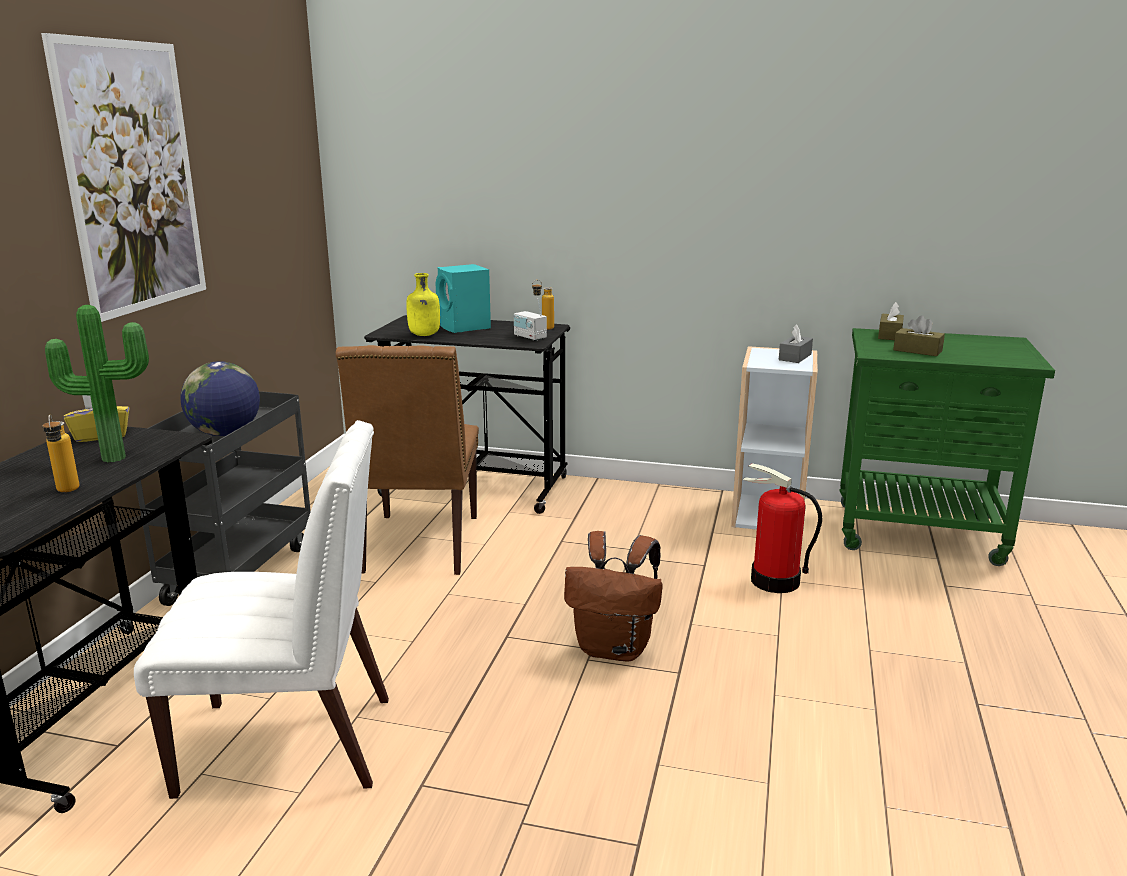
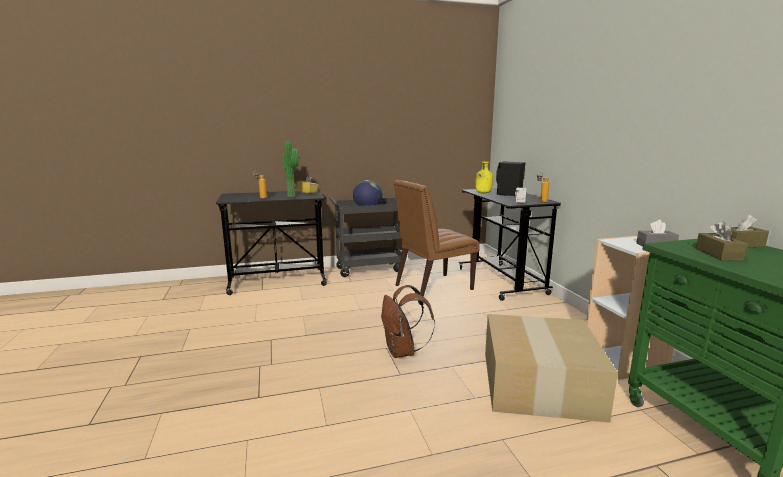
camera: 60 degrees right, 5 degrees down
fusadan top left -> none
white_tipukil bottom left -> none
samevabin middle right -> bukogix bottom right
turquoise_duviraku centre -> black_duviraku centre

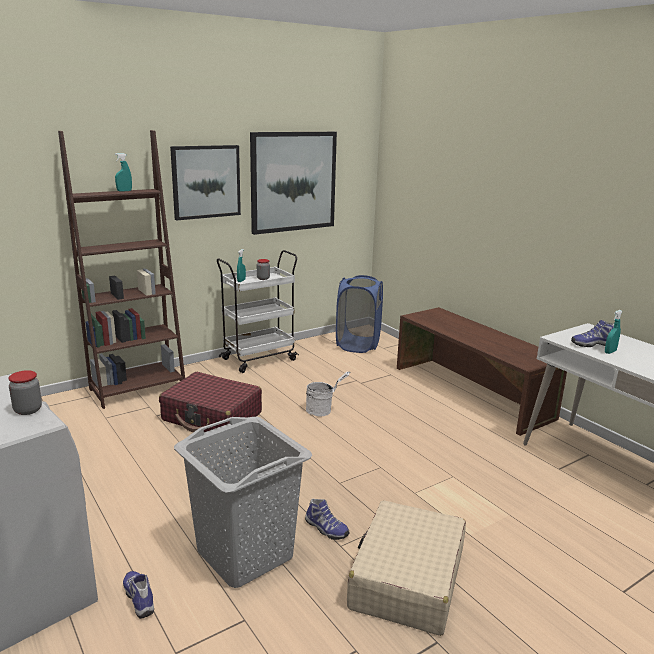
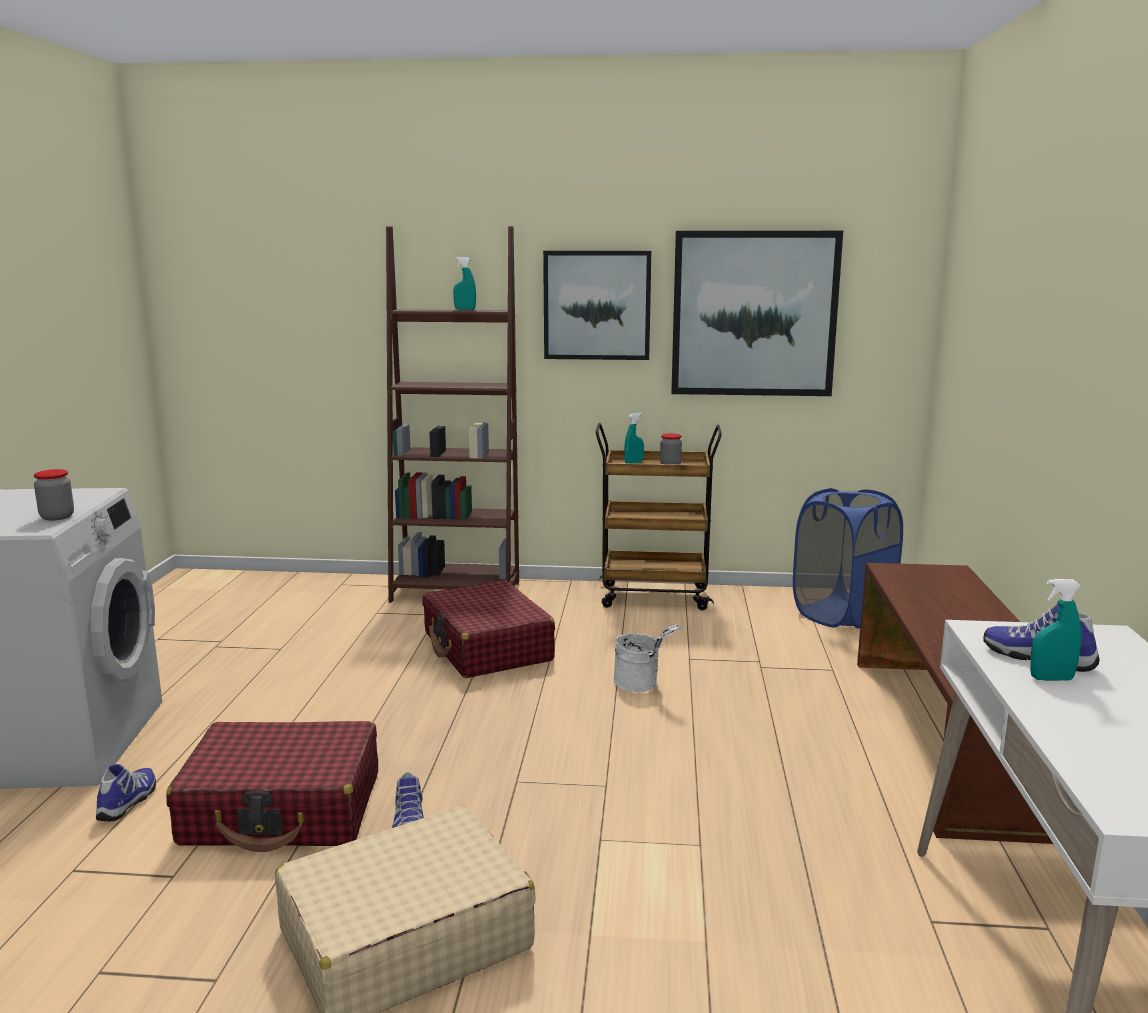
camera: 40 degrees right, 5 degrees down
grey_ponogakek bottom centre -> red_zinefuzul (no. 1 from left) bottom left
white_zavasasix centre -> brown_zavasasix centre

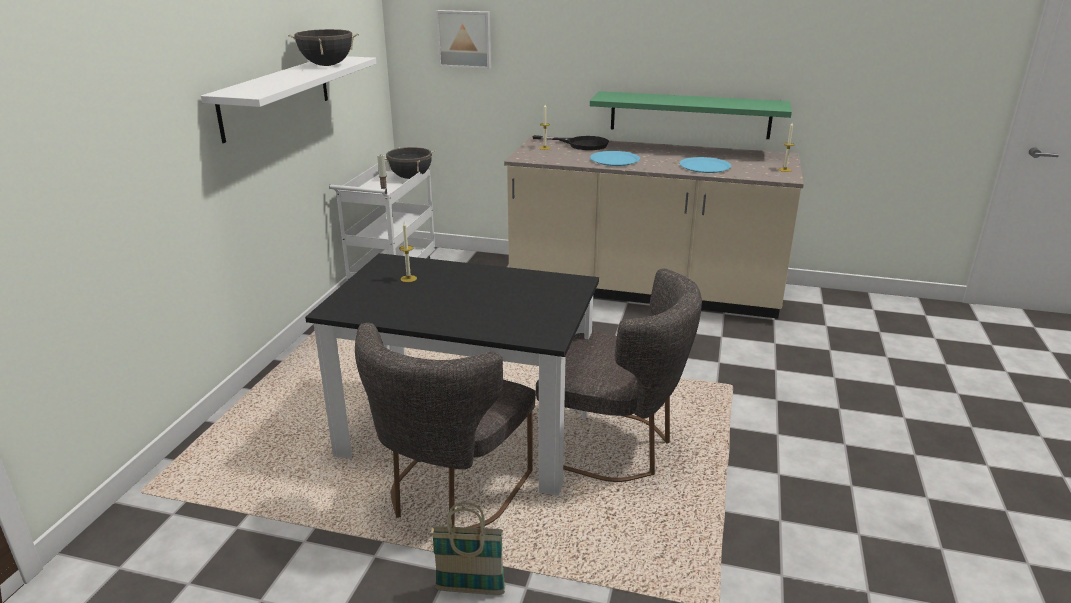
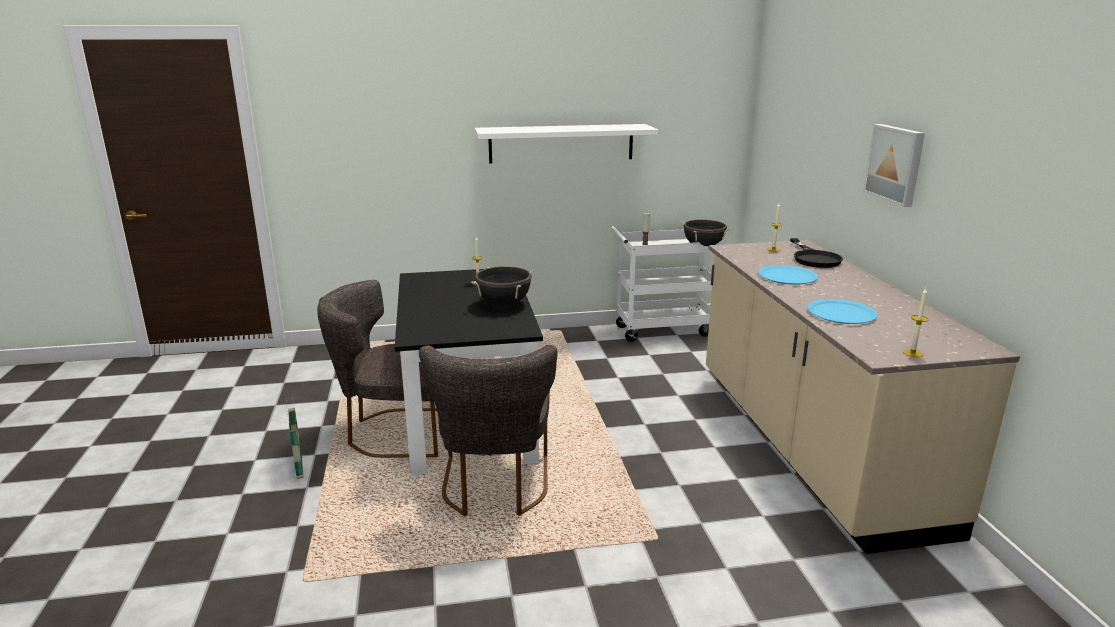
camera: 65 degrees right, 5 degrees down
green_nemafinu top centre -> none
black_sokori (no. 1 from left) top left -> black_sokori (no. 1 from left) centre, shifted
fusadan top centre -> fusadan top right, shifted

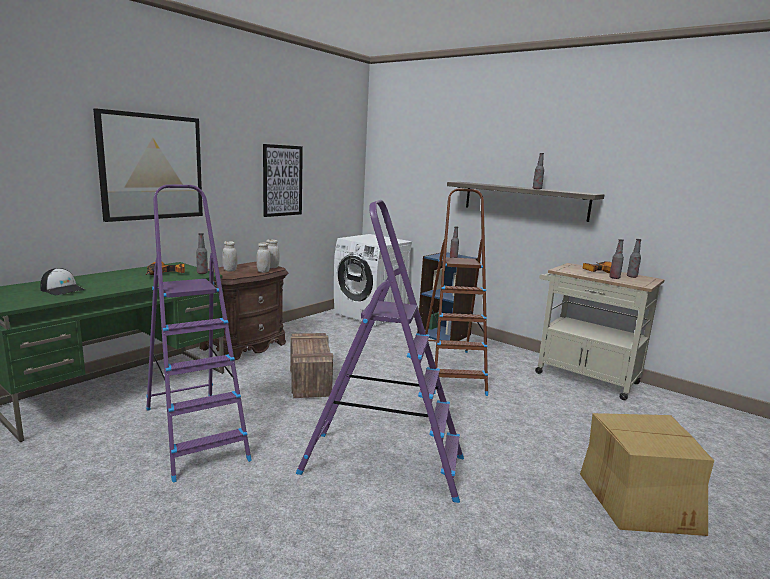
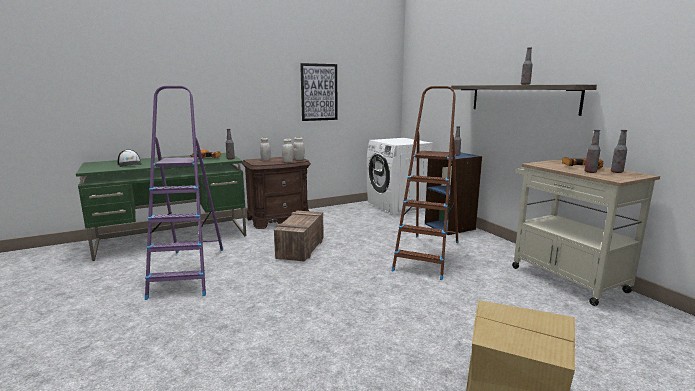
camera: 25 degrees right, 0 degrees up
fusadan (no. 1 from left) top left -> none
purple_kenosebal (no. 2 from left) centre -> none

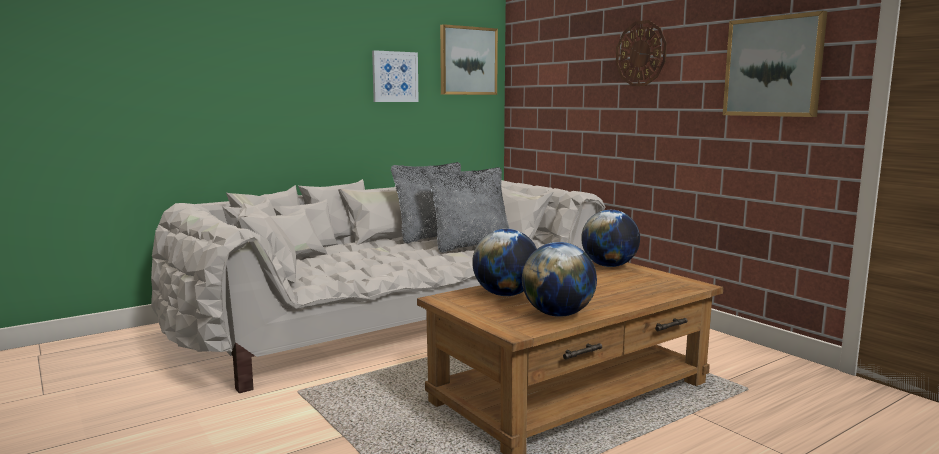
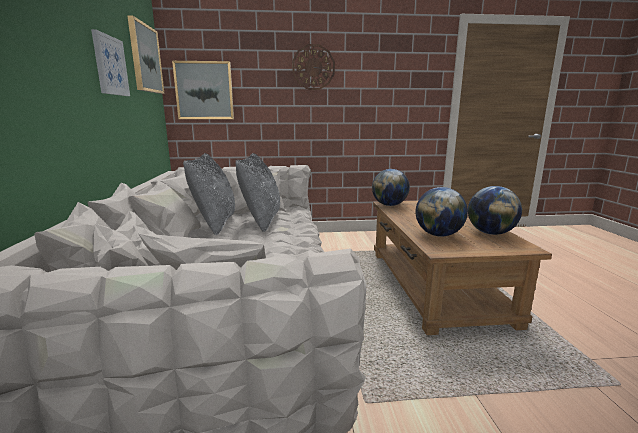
camera: 60 degrees left, 5 degrees up
fusadan (no. 3 from left) top right -> fusadan (no. 3 from left) top left, shifted

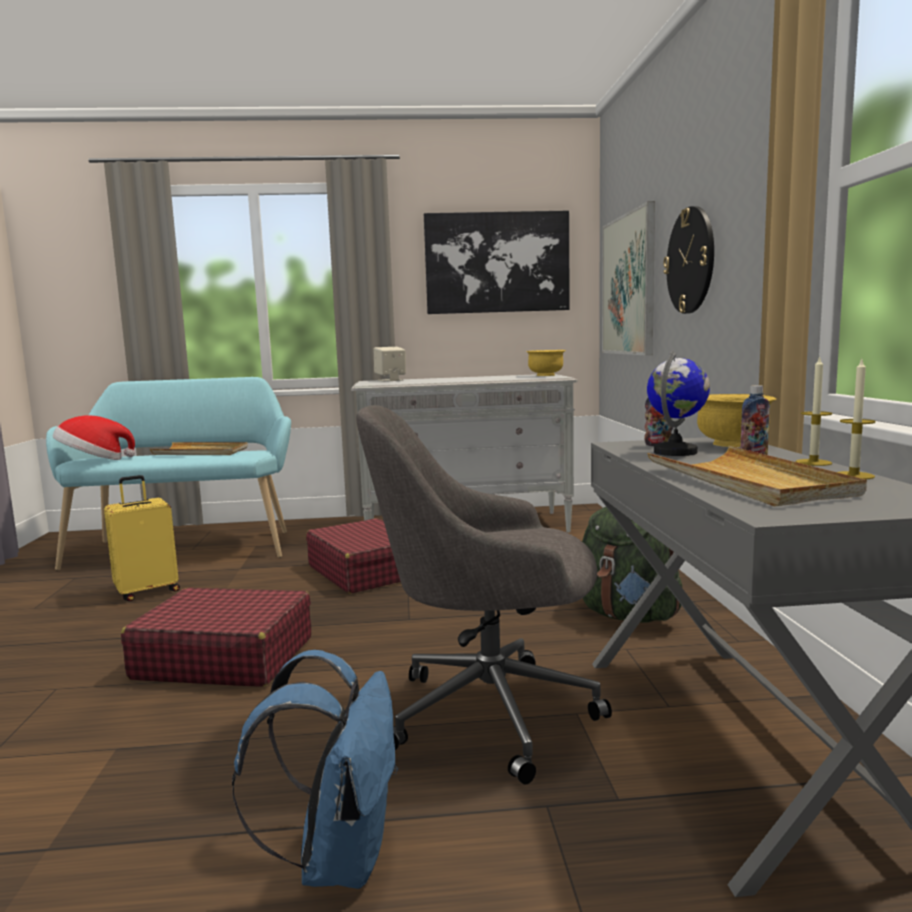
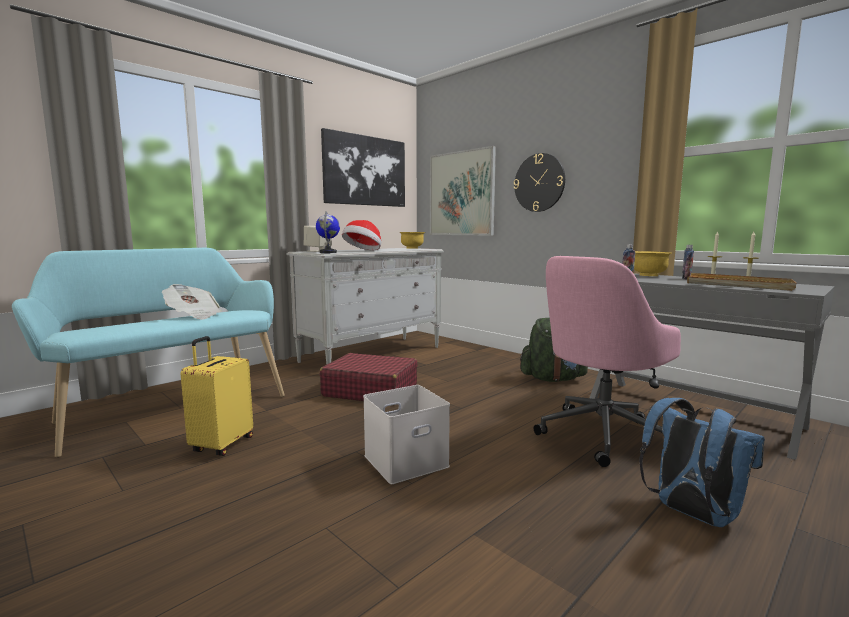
camera: 40 degrees left, 0 degrees up
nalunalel middle left -> nalunalel centre, shifted
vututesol middle right -> vututesol centre, shifted
red_zinefuzul (no. 1 from left) bottom left -> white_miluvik bottom centre
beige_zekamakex (no. 1 from left) middle left -> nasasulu middle left
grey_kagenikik centre -> pink_kagenikik middle right

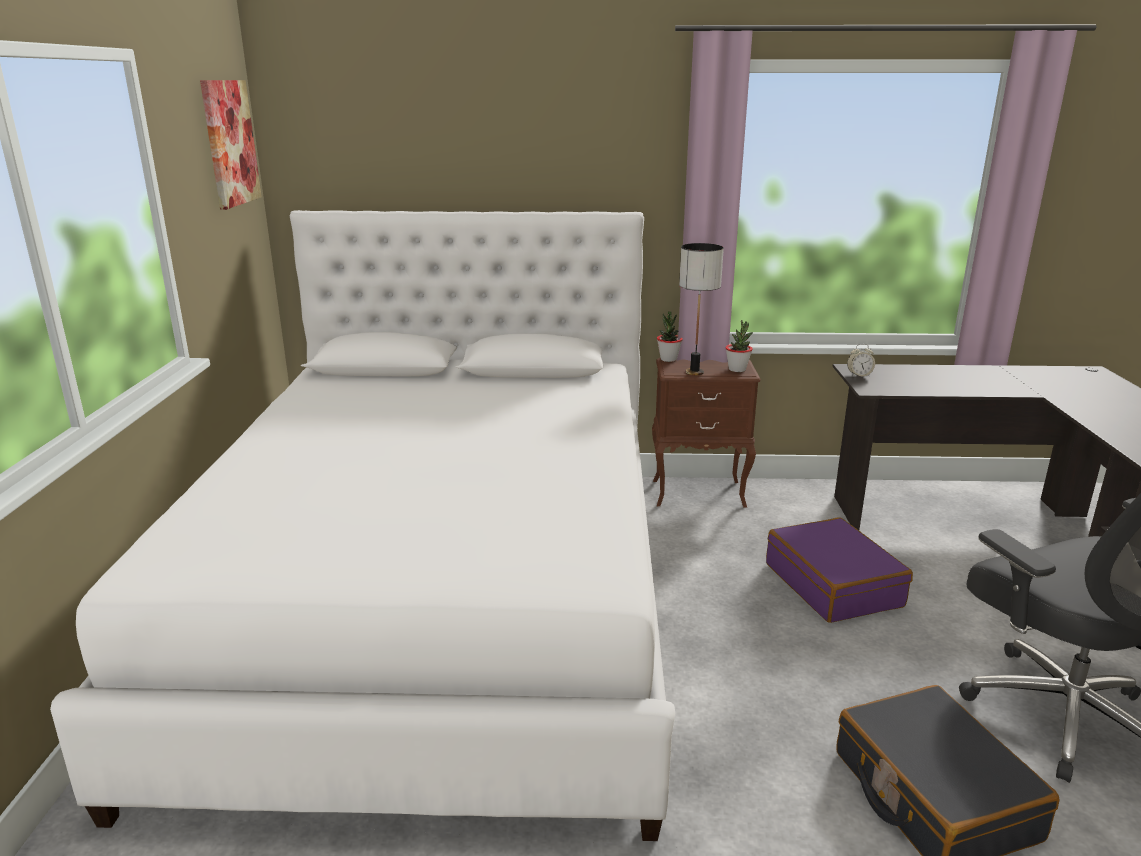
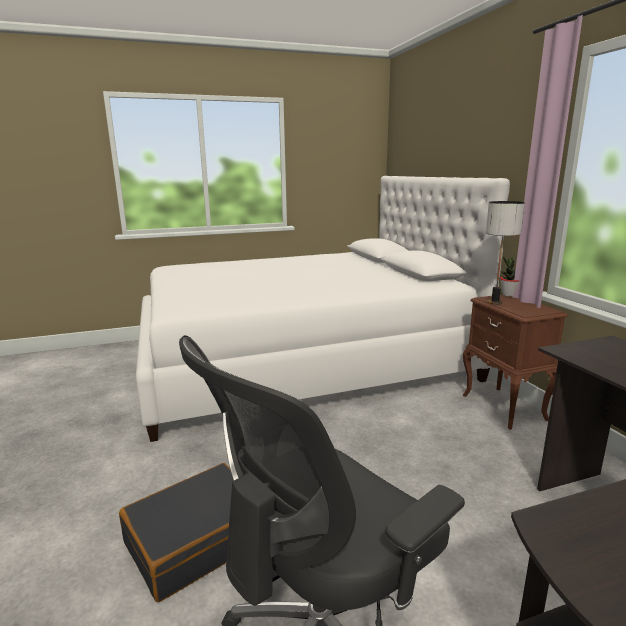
camera: 70 degrees right, 5 degrees down
fusadan top left -> none
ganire (no. 2 from left) centre -> none
purple_zinefuzul middle right -> none
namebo middle right -> none

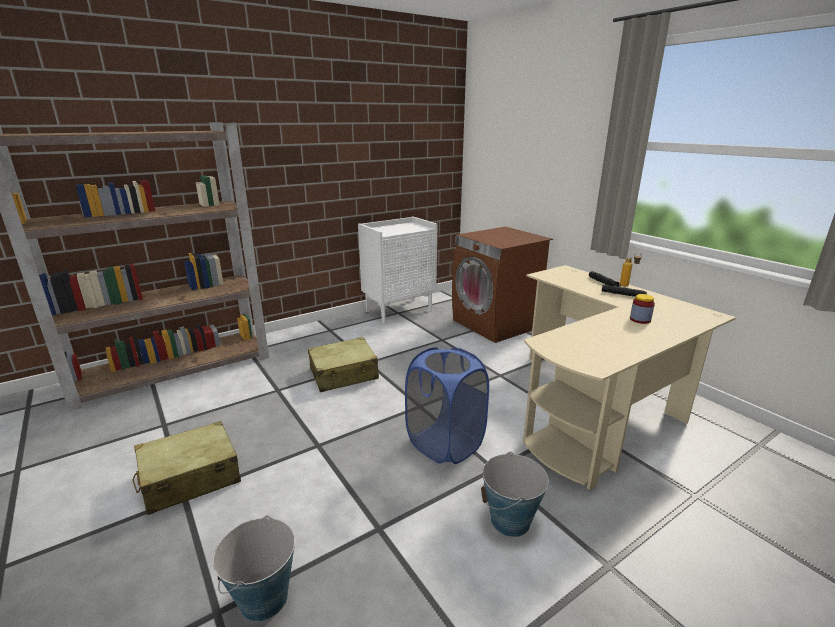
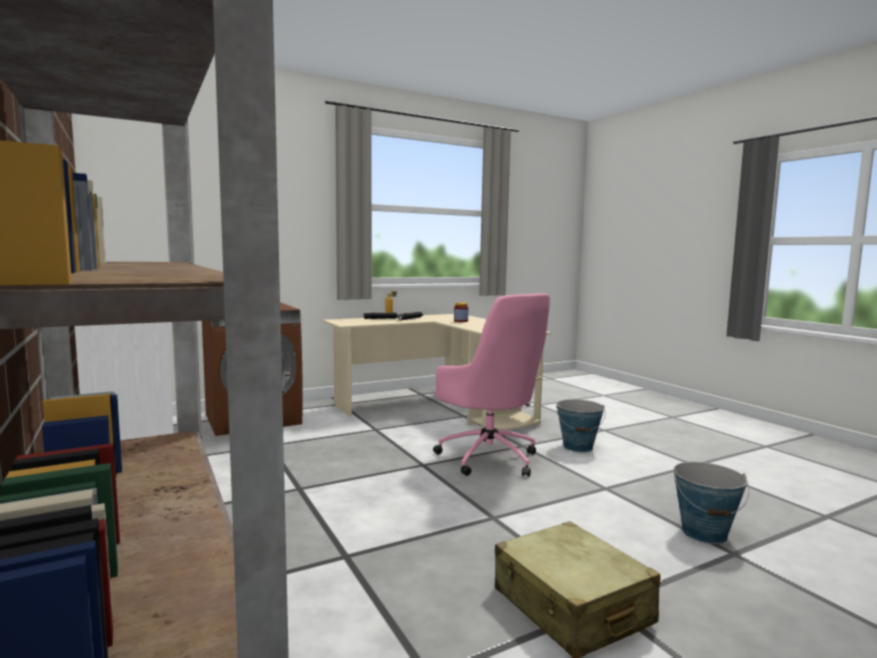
camera: 85 degrees left, 15 degrees down
beige_zinefuzul (no. 2 from left) centre -> none
blue_ponogakek centre -> pink_kagenikik centre

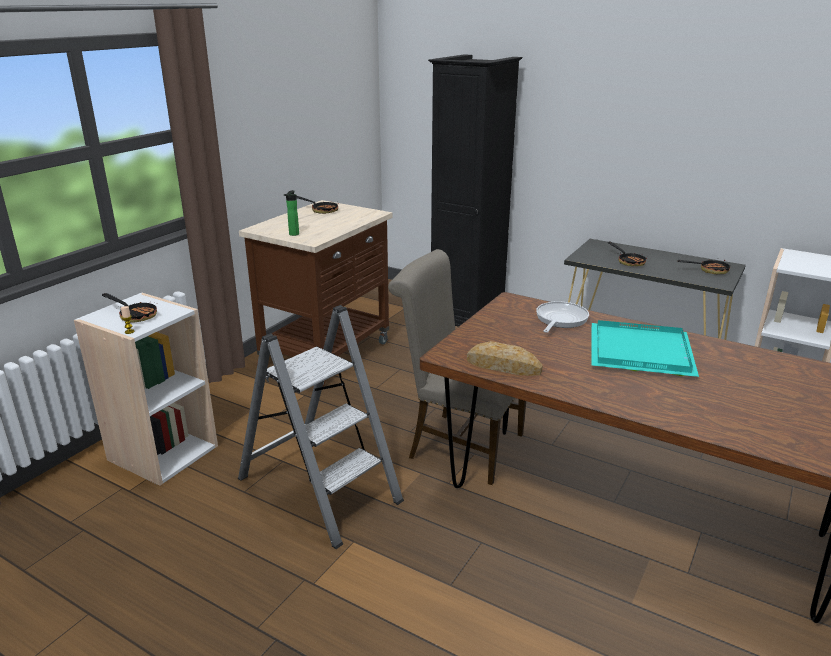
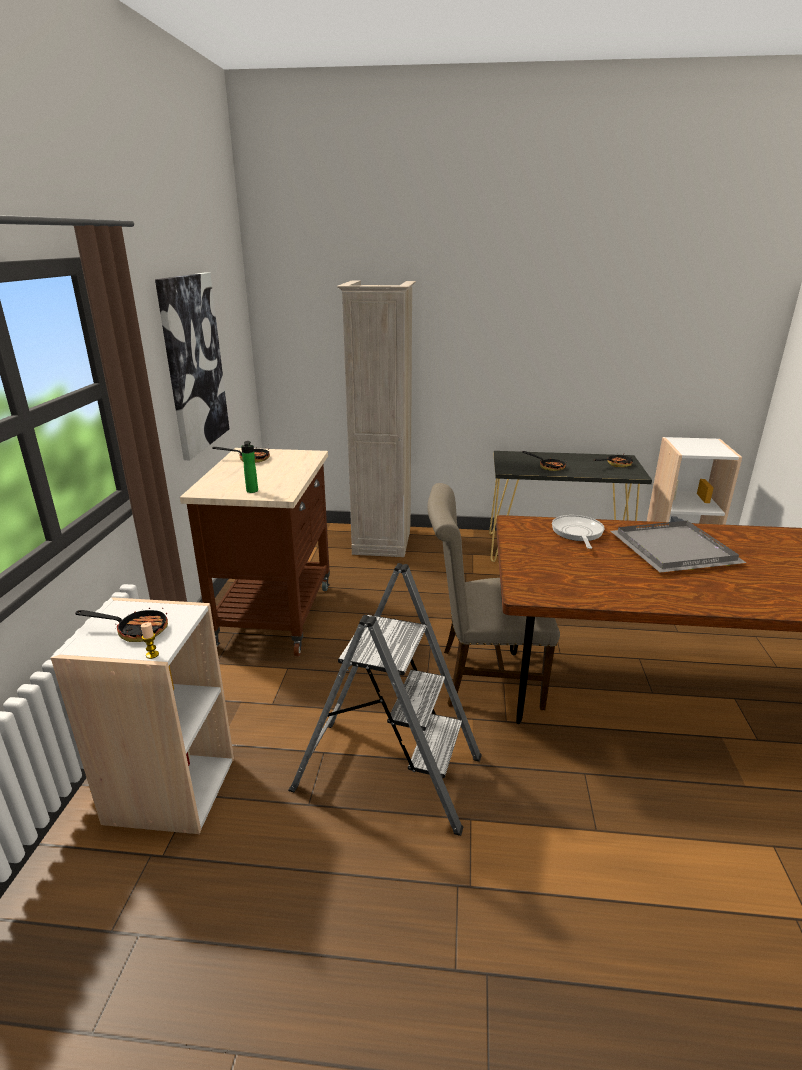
camera: 25 degrees left, 0 degrees up
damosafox centre -> none
none -> fusadan middle left
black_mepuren top centre -> beige_mepuren centre
turquoise_zekamakex middle right -> grey_zekamakex middle right

